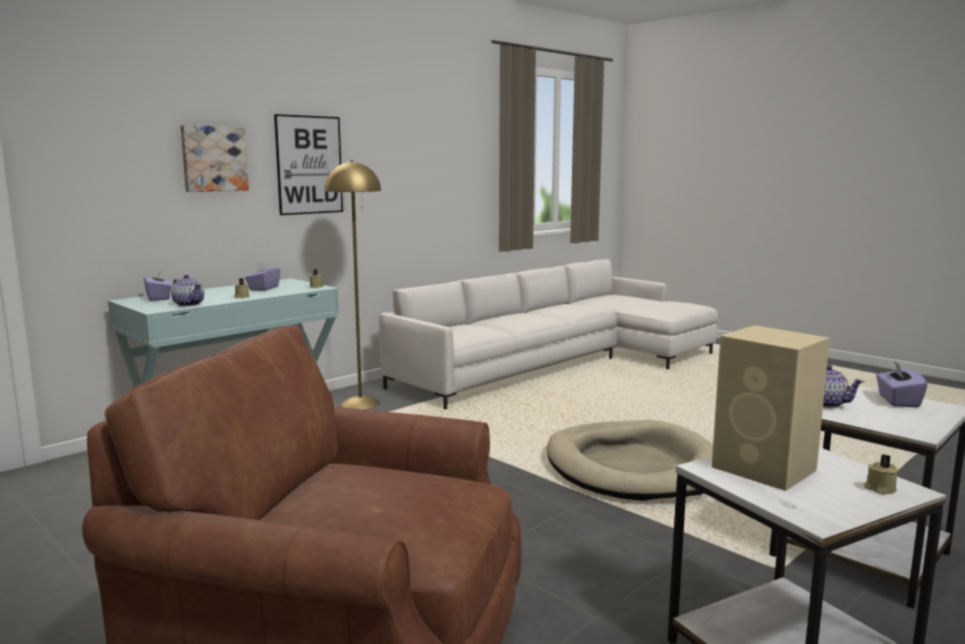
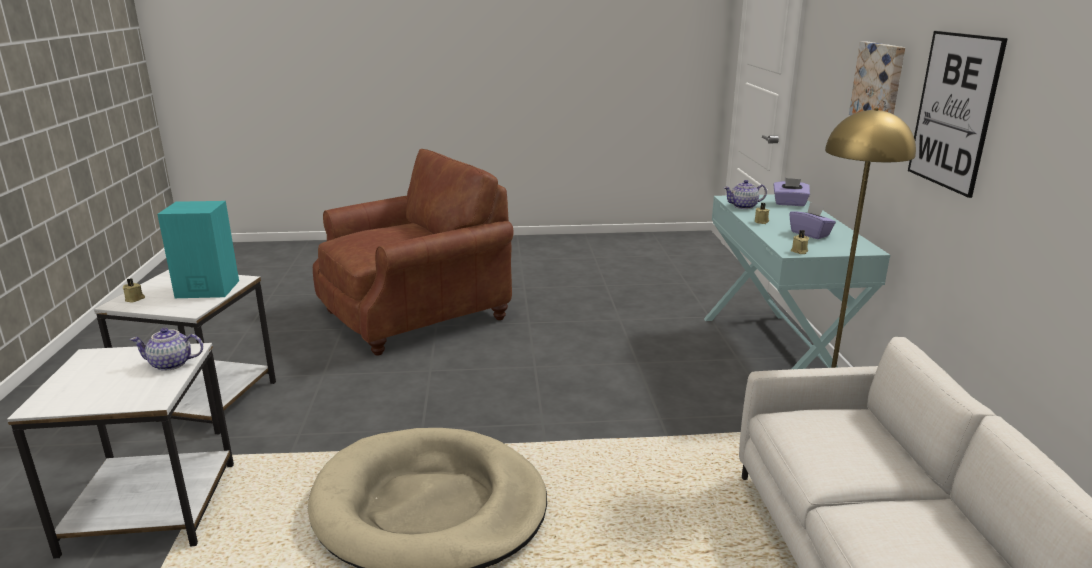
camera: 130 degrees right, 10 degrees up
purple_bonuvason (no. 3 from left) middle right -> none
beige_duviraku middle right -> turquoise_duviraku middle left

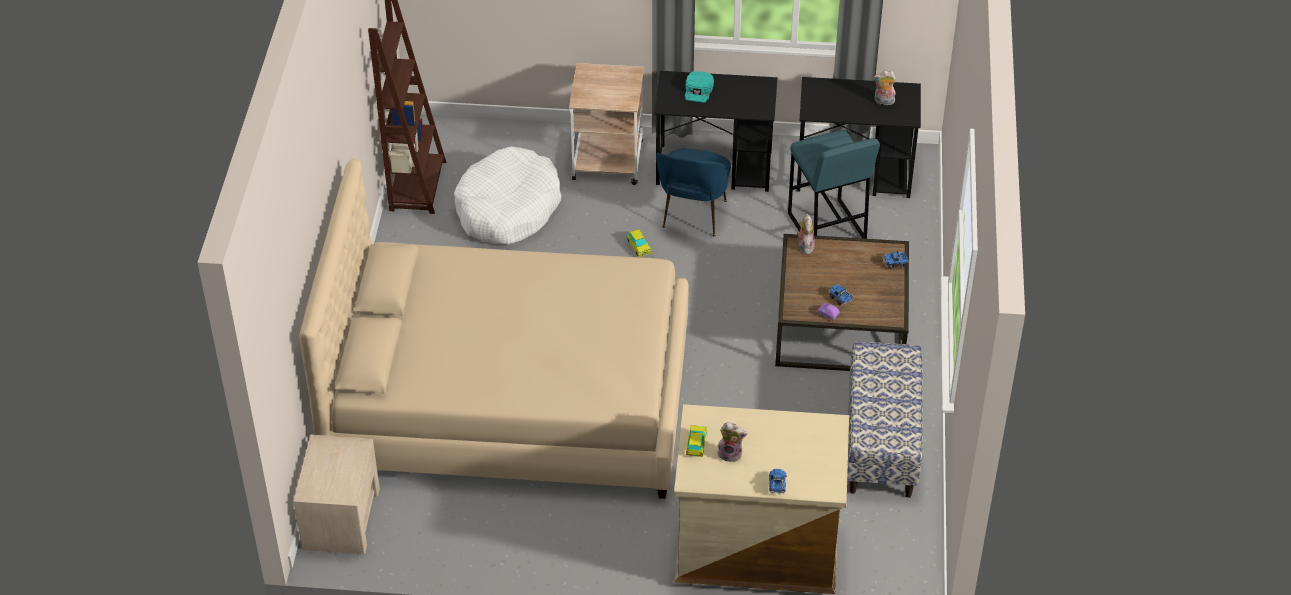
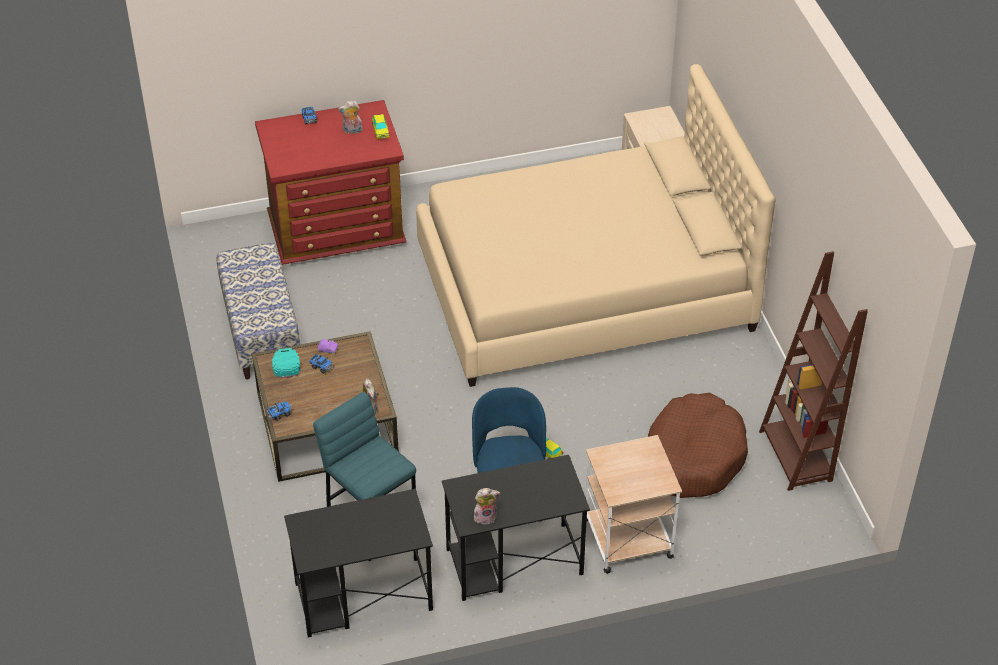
camera: 160 degrees right, 0 degrees up
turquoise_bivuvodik top centre -> turquoise_bivuvodik middle left, shifted
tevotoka (no. 3 from left) top right -> tevotoka (no. 3 from left) bottom centre, shifted
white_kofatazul top centre -> brown_kofatazul bottom right
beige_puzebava bottom centre -> red_puzebava top left

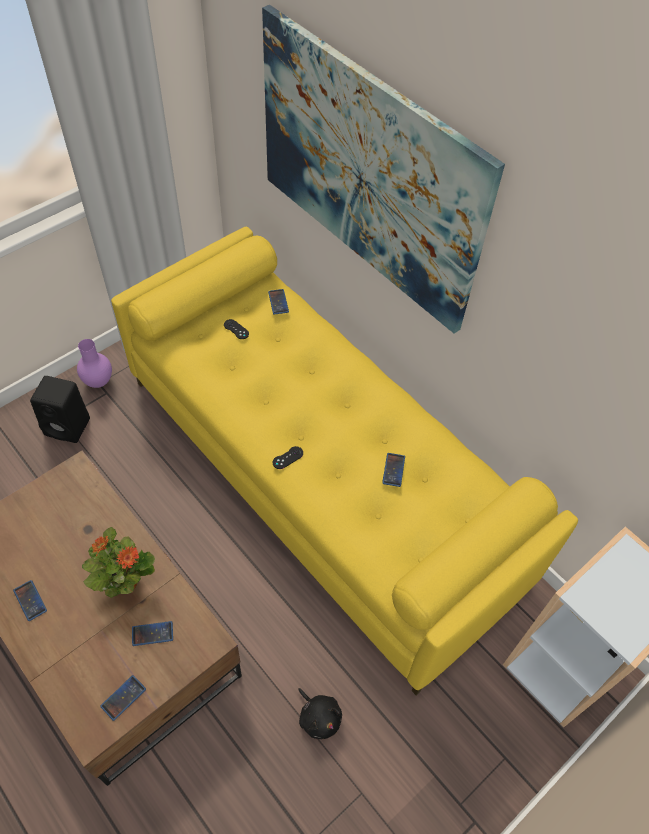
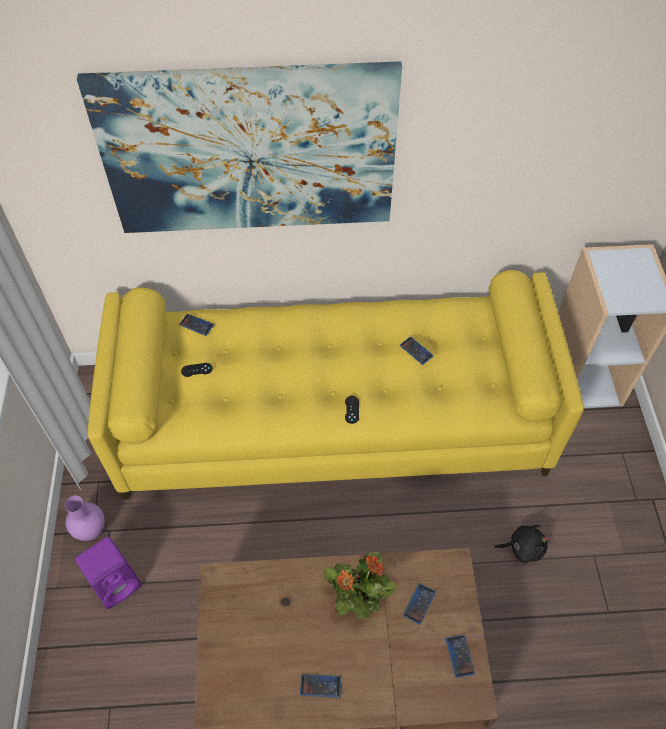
camera: 50 degrees left, 0 degrees up
black_duviraku middle left -> purple_duviraku bottom left

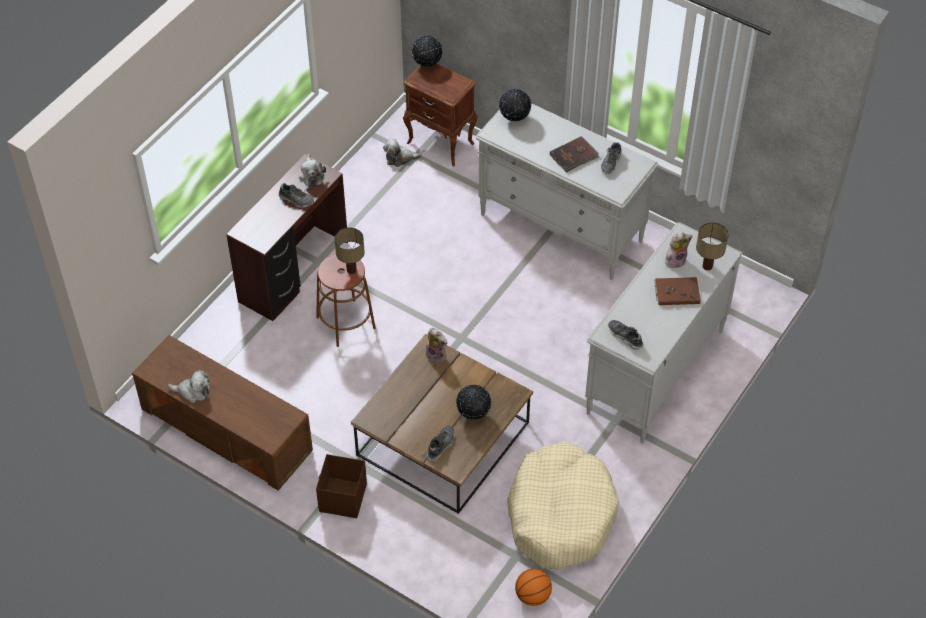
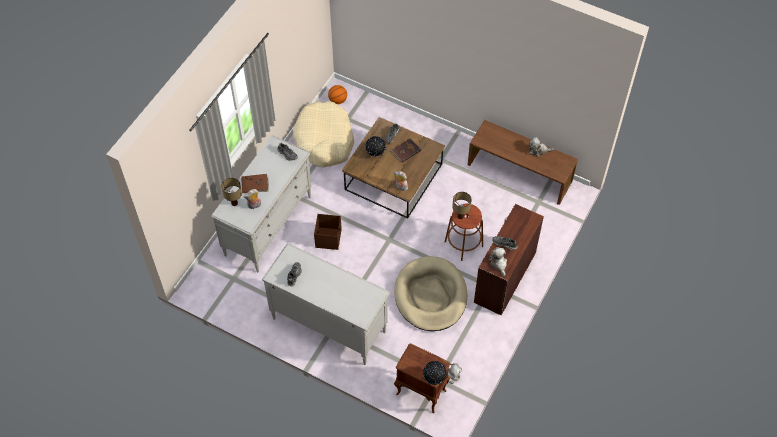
camera: 175 degrees right, 5 degrees up
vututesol (no. 3 from left) top centre -> none
none -> beige_kofatazul (no. 2 from left) bottom centre
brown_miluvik bottom centre -> brown_miluvik centre, shifted
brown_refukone (no. 1 from left in the first image) top centre -> brown_refukone (no. 2 from left) centre, shifted

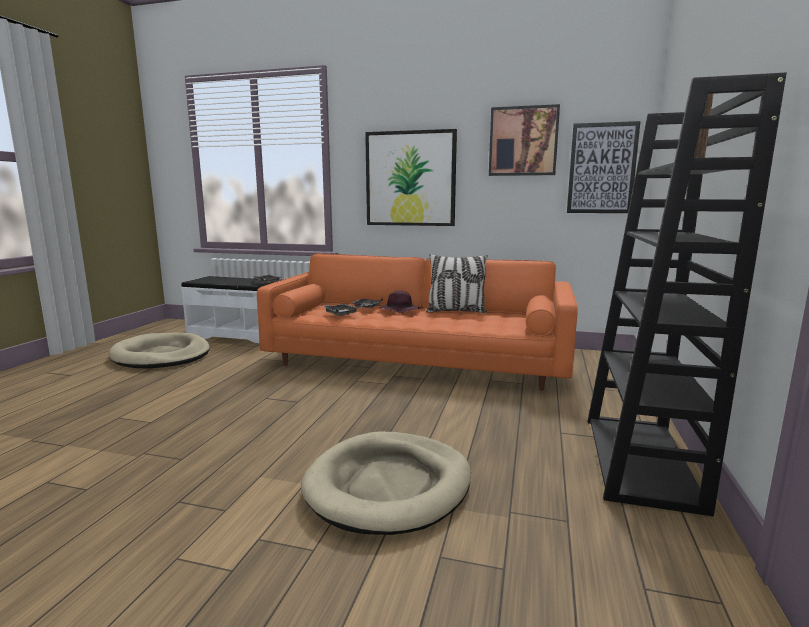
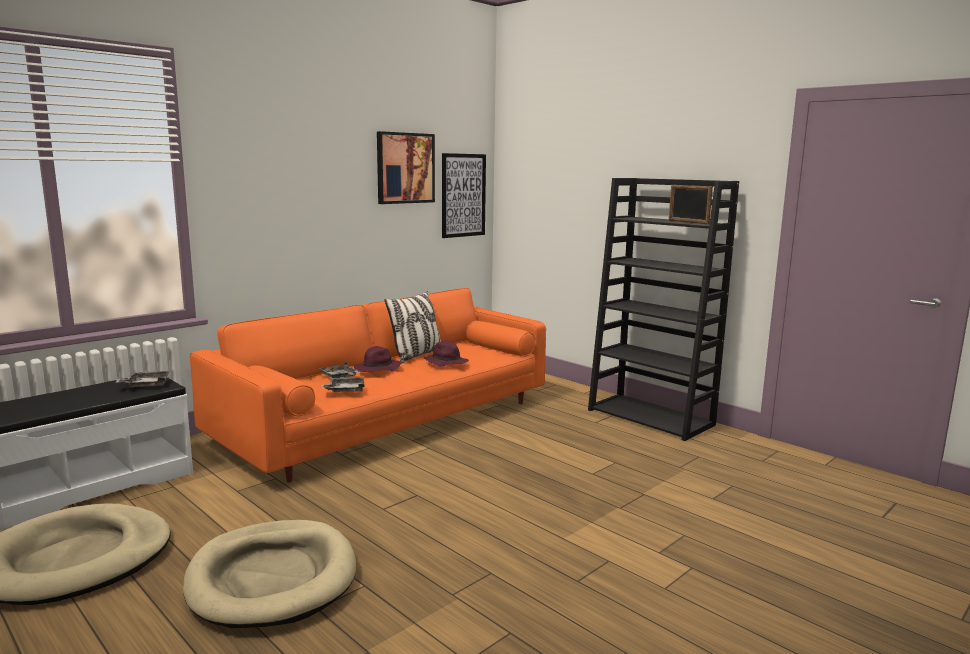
camera: 60 degrees left, 0 degrees up
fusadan (no. 1 from left) top centre -> none
none -> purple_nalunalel (no. 2 from left) centre
beige_kofatazul (no. 2 from left) bottom centre -> beige_kofatazul (no. 2 from left) bottom left, shifted

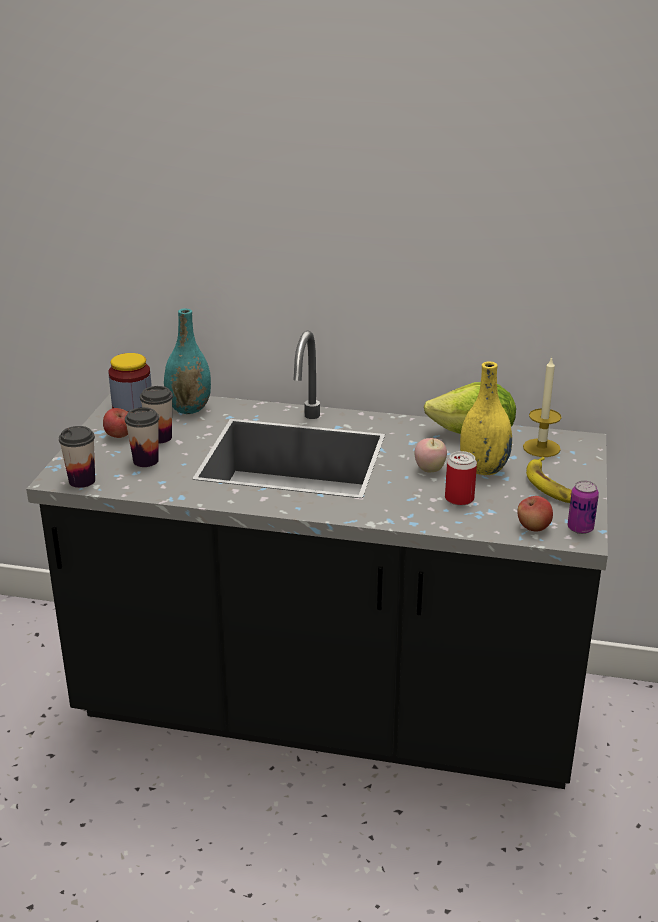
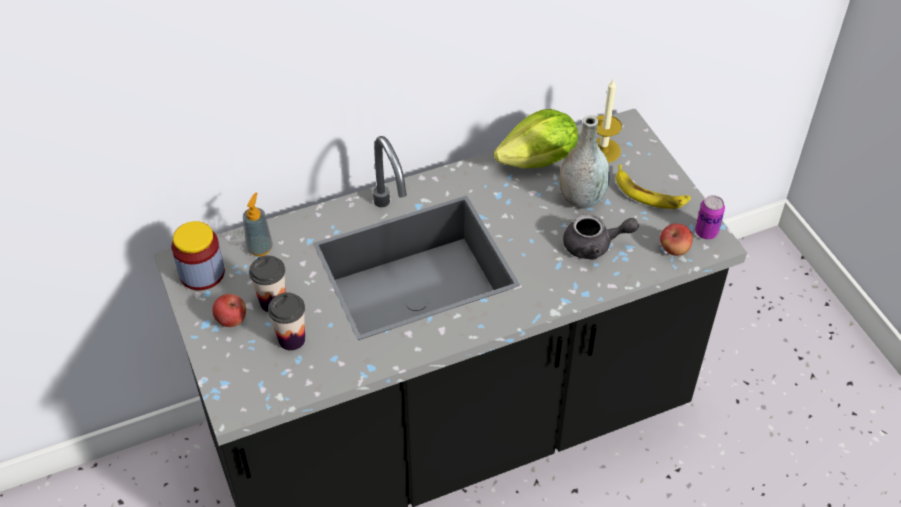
camera: 35 degrees left, 20 degrees up
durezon (no. 1 from left) middle left -> none
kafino (no. 2 from left) centre -> none
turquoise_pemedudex middle left -> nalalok middle left
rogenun (no. 1 from left) middle right -> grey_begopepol middle right
yellow_pemedudex middle right -> grey_pemedudex top centre

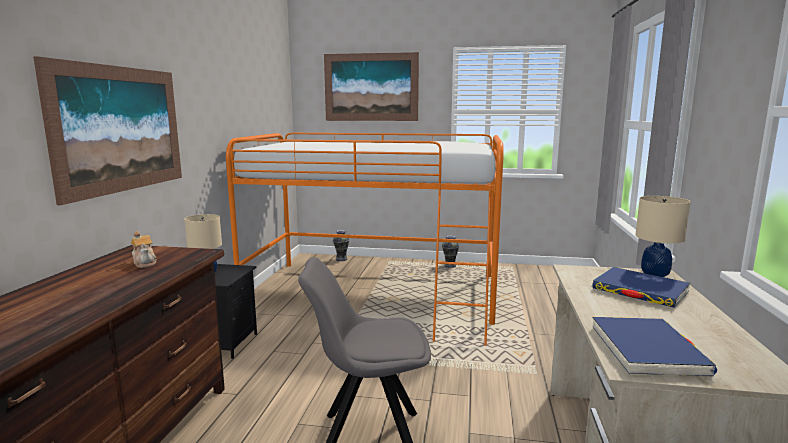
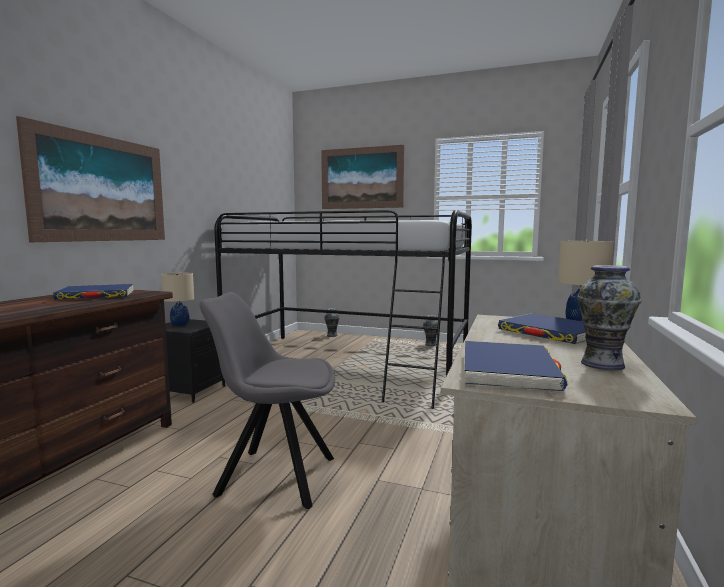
camera: 10 degrees right, 5 degrees down
none -> pemedudex (no. 3 from left) middle right
begopepol middle left -> blue_refukone (no. 1 from left) middle left
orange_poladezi centre -> black_poladezi centre

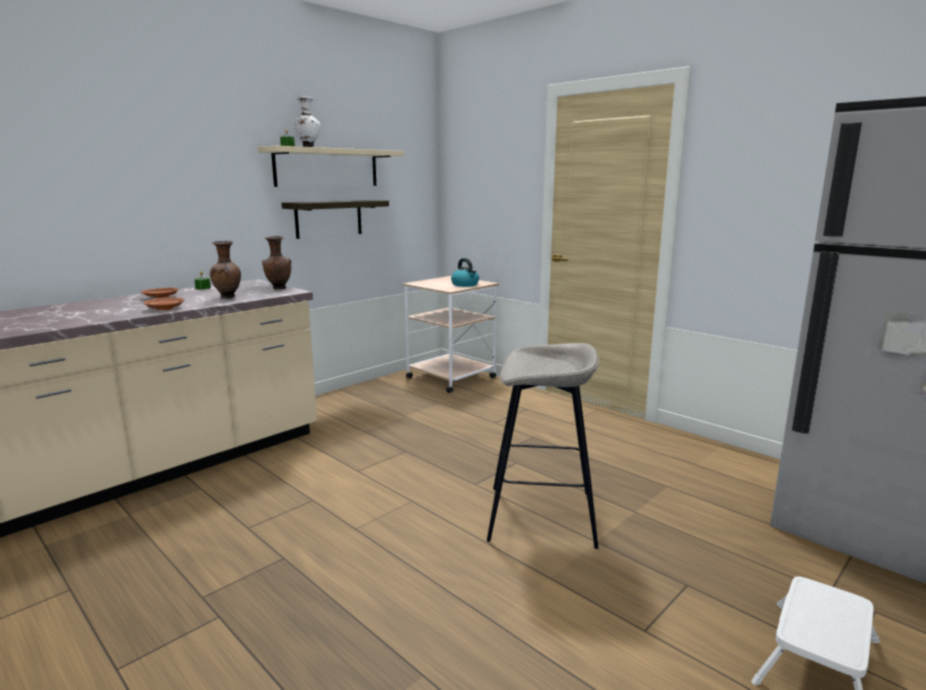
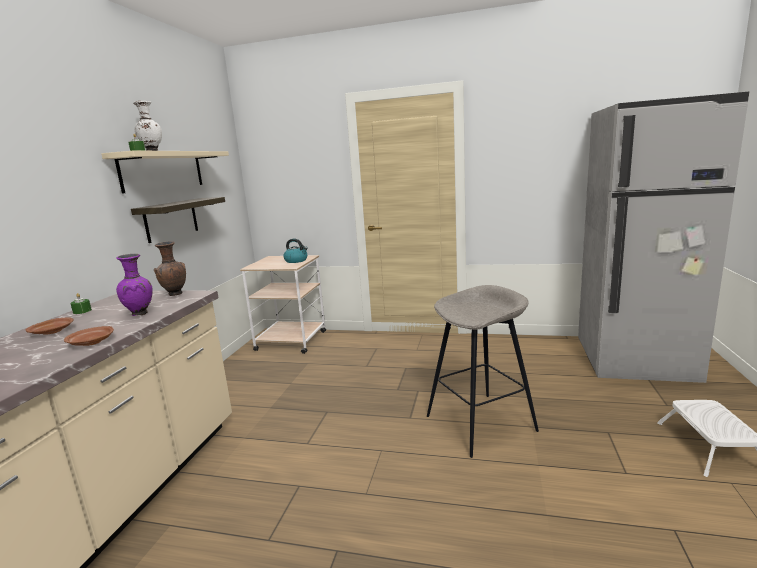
camera: 30 degrees left, 0 degrees up
brown_pemedudex (no. 1 from left) middle left -> purple_pemedudex middle left

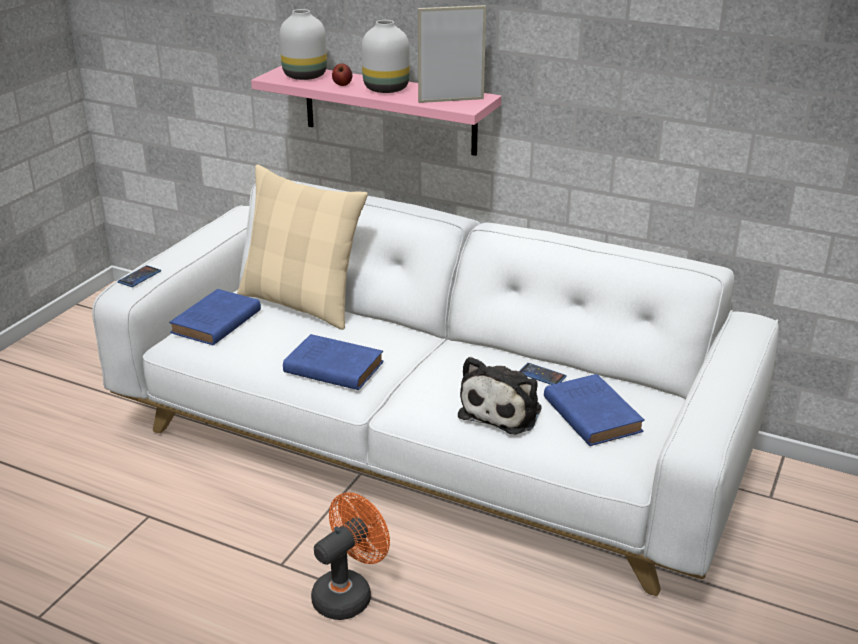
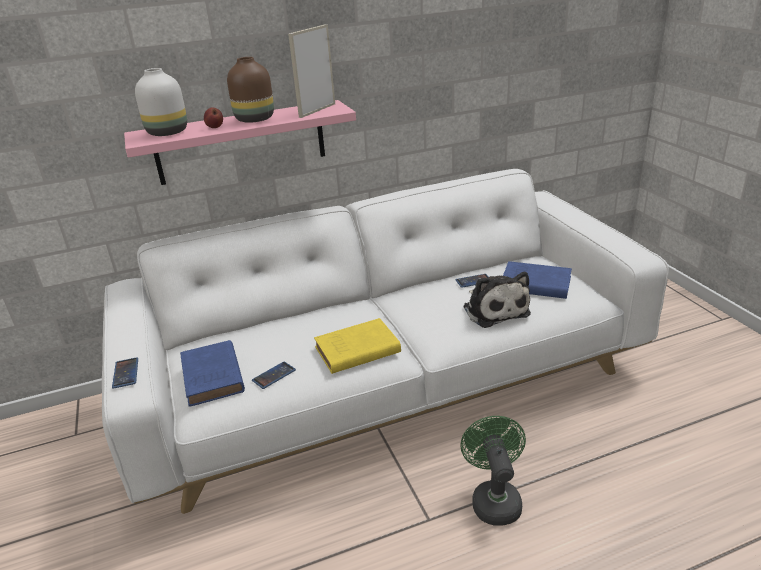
camera: 45 degrees left, 0 degrees up
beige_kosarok centre -> none
none -> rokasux (no. 2 from left) centre
blue_refukone (no. 2 from left) centre -> yellow_refukone centre
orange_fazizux bottom centre -> green_fazizux bottom centre
white_pemedudex (no. 2 from left) top centre -> brown_pemedudex top left

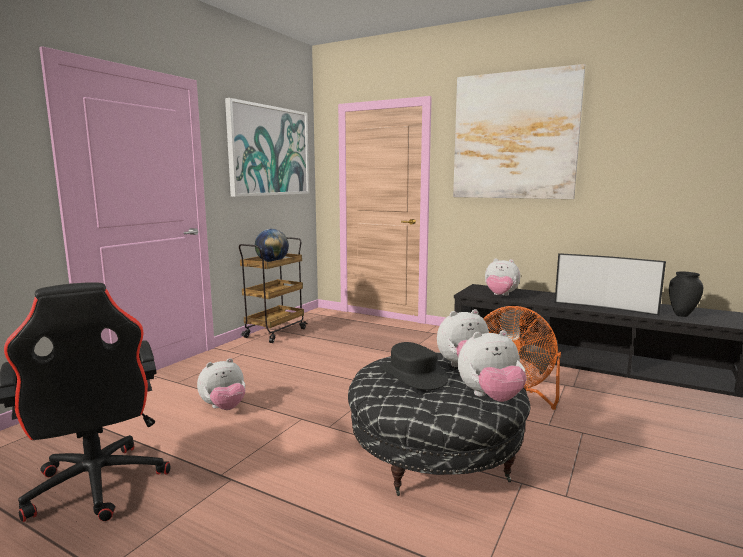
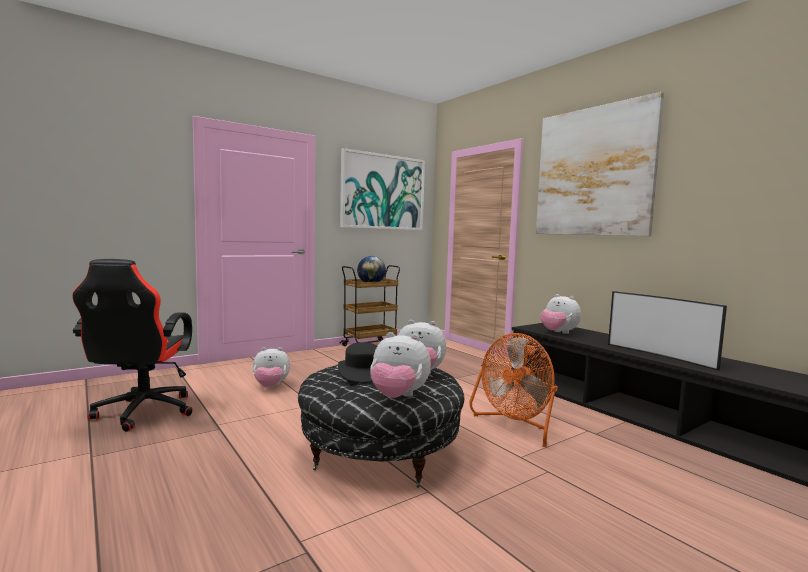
camera: 25 degrees right, 5 degrees down
black_pemedudex middle right -> none

